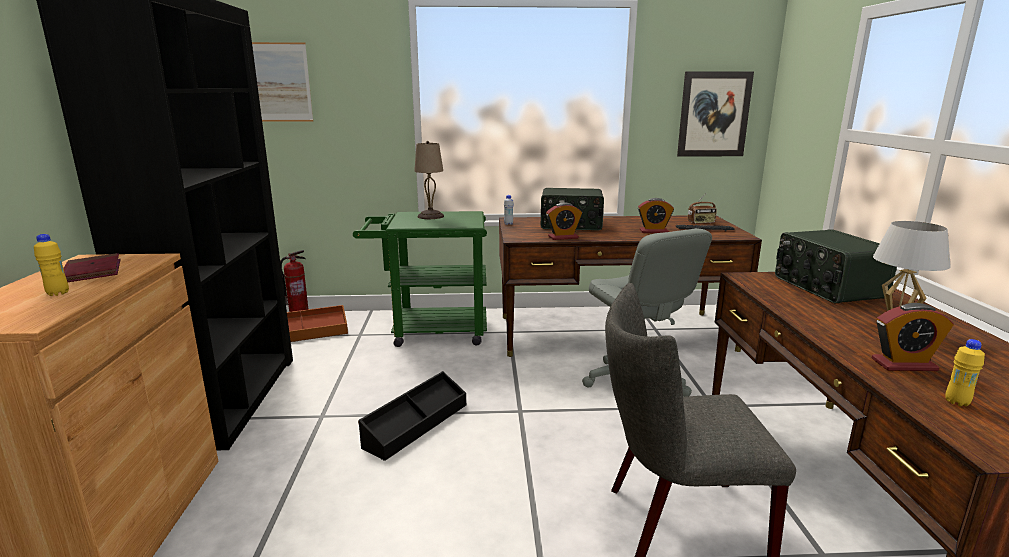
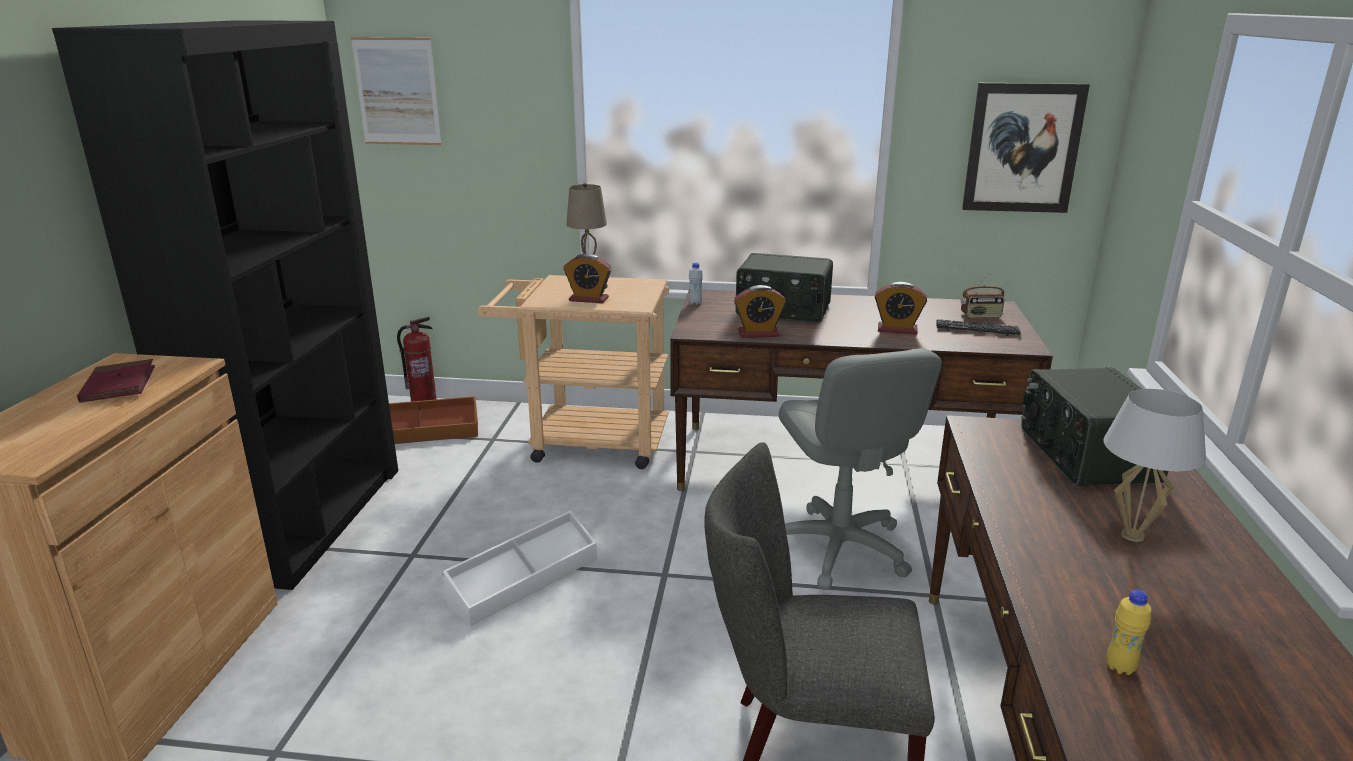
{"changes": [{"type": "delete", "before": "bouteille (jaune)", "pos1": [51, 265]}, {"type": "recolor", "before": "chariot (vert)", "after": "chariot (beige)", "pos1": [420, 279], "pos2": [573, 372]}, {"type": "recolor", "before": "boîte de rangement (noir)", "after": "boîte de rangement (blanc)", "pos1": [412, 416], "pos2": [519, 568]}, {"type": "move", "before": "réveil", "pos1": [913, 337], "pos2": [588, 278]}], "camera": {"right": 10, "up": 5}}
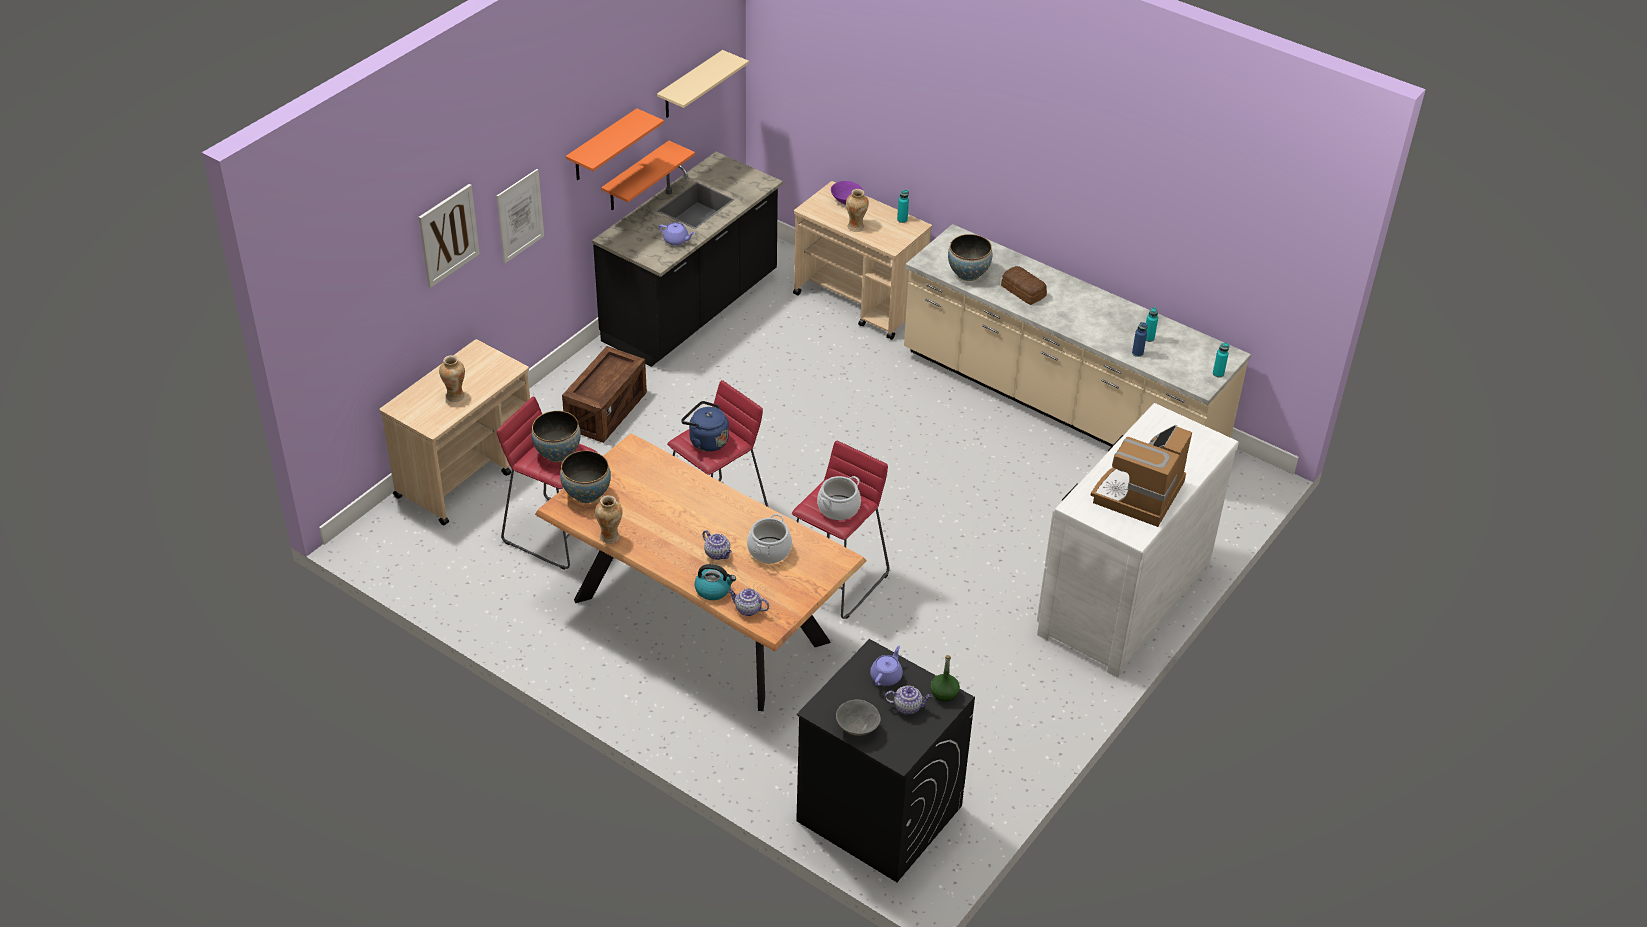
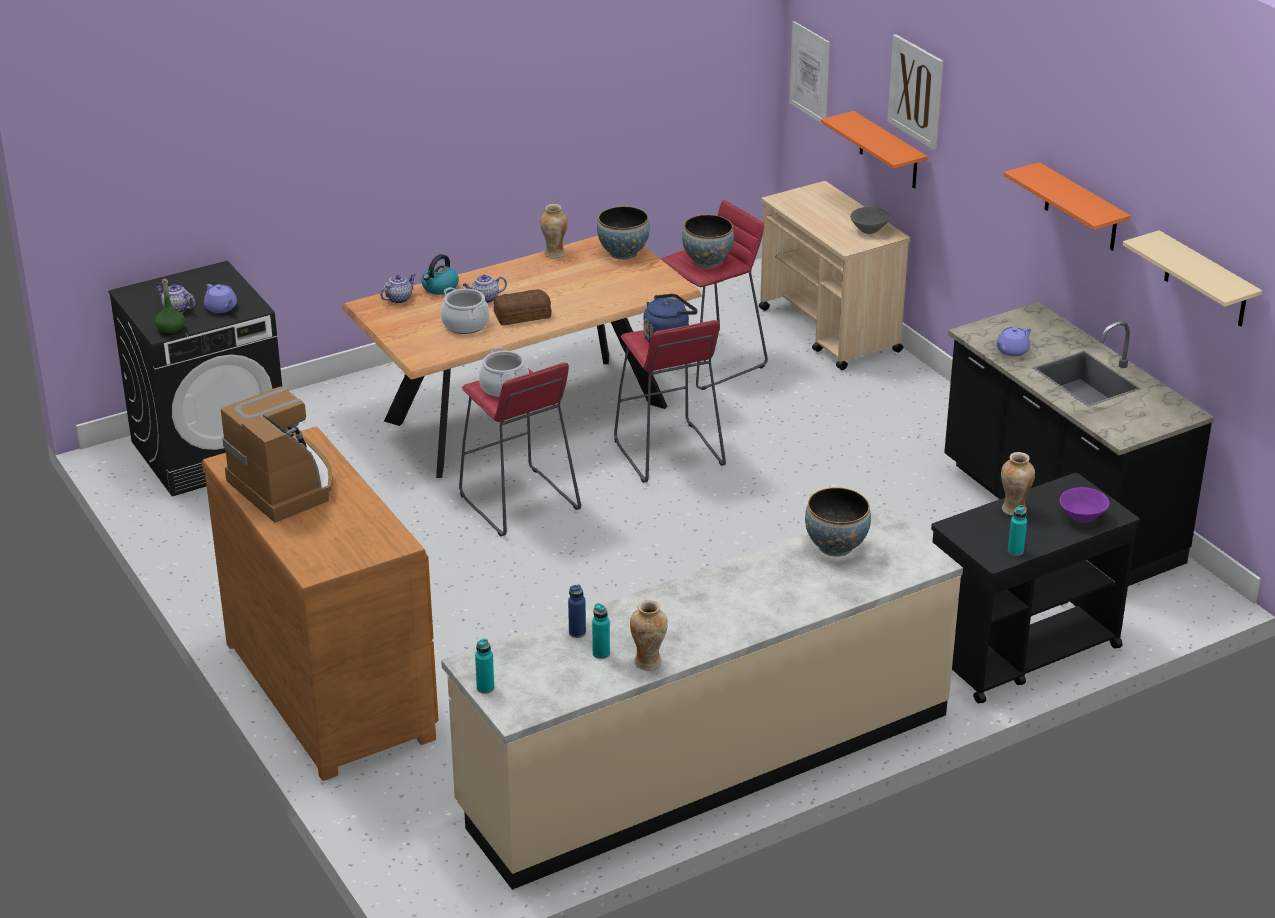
{"changes": [{"type": "move", "before": "vase", "pos1": [452, 378], "pos2": [649, 635]}, {"type": "move", "before": "tableau", "pos1": [520, 216], "pos2": [809, 73]}, {"type": "delete", "before": "caisse", "pos1": [604, 394]}, {"type": "move", "before": "étagère (orange)", "pos1": [648, 175], "pos2": [874, 149]}, {"type": "recolor", "before": "chariot (beige)", "after": "chariot (noir)", "pos1": [862, 260], "pos2": [1035, 588]}, {"type": "move", "before": "bol (gris)", "pos1": [858, 718], "pos2": [870, 220]}, {"type": "rotate", "before": "théière", "pos1": [908, 700], "pos2": [175, 298], "turn": 90}, {"type": "move", "before": "pain", "pos1": [1024, 285], "pos2": [523, 307]}, {"type": "recolor", "before": "commode (blanc)", "after": "commode (marron)", "pos1": [1138, 540], "pos2": [320, 603]}], "camera": {"right": 115, "up": -10}}
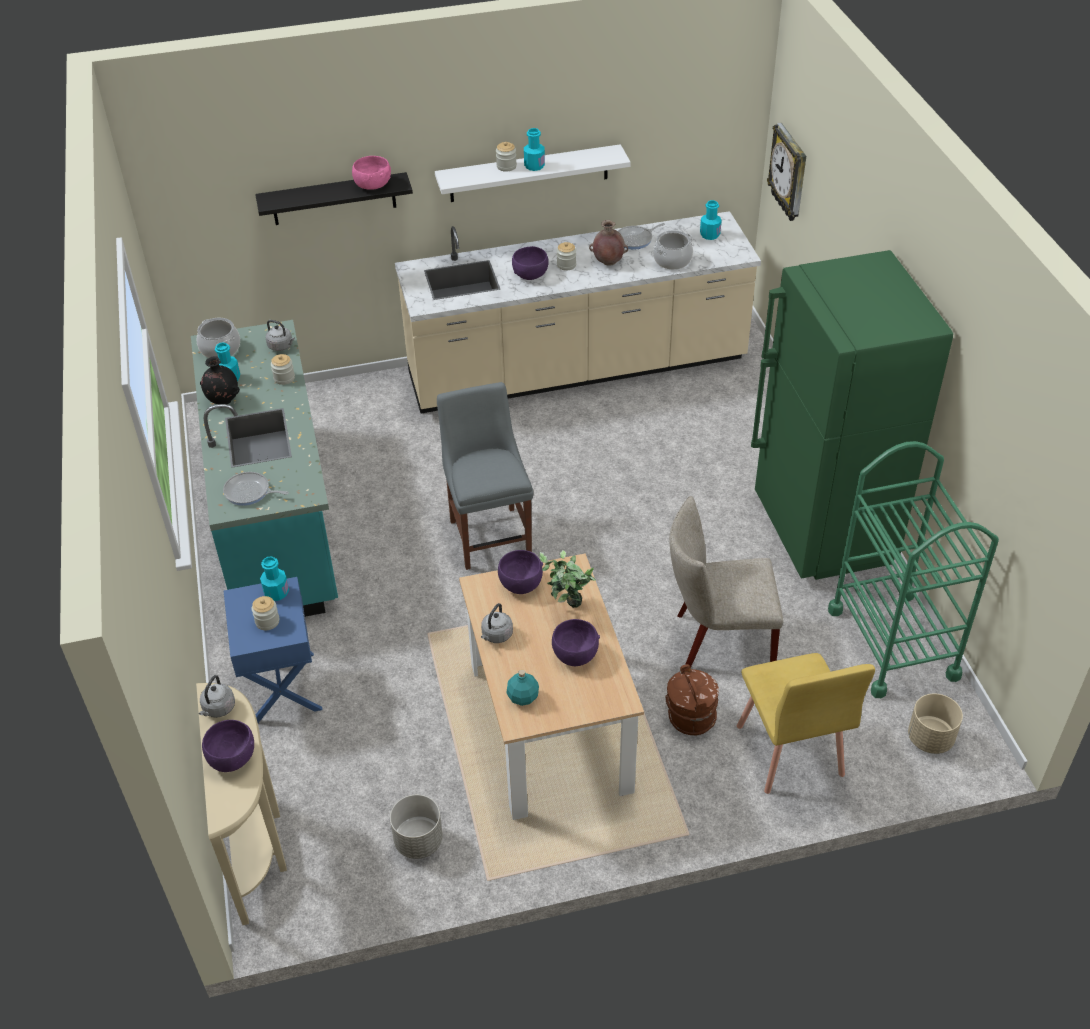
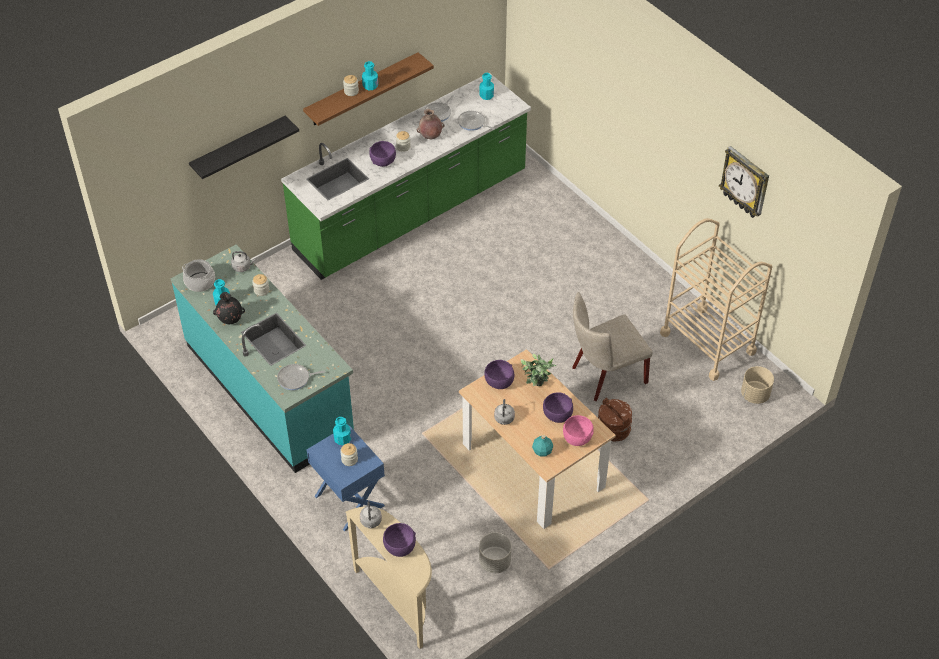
{"changes": [{"type": "move", "before": "bol (rose)", "pos1": [371, 173], "pos2": [578, 430]}, {"type": "recolor", "before": "comptoir de cuisine (beige)", "after": "comptoir de cuisine (vert)", "pos1": [578, 312], "pos2": [406, 177]}, {"type": "recolor", "before": "étagère (blanc)", "after": "étagère (marron)", "pos1": [533, 173], "pos2": [368, 89]}, {"type": "delete", "before": "chaise (gris)", "pos1": [485, 476]}, {"type": "replace", "before": "marmite", "after": "poêle", "pos1": [673, 250], "pos2": [476, 121]}, {"type": "delete", "before": "chaise (jaune)", "pos1": [806, 723]}, {"type": "delete", "before": "réfrigérateur (vert)", "pos1": [852, 415]}, {"type": "move", "before": "horloge murale", "pos1": [786, 172], "pos2": [744, 182]}, {"type": "recolor", "before": "chariot (vert)", "after": "chariot (beige)", "pos1": [913, 569], "pos2": [716, 299]}], "camera": {"right": -25, "up": 5}}
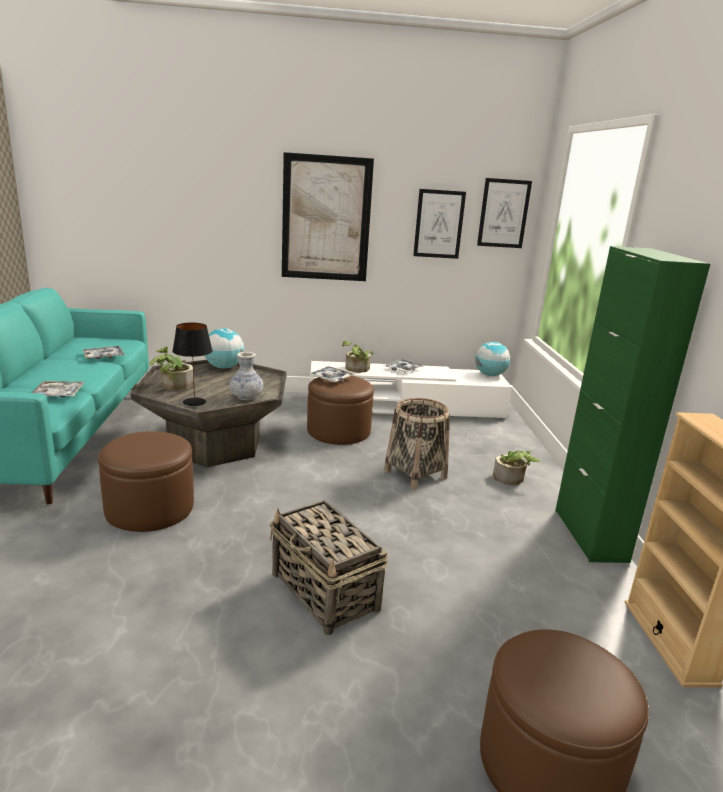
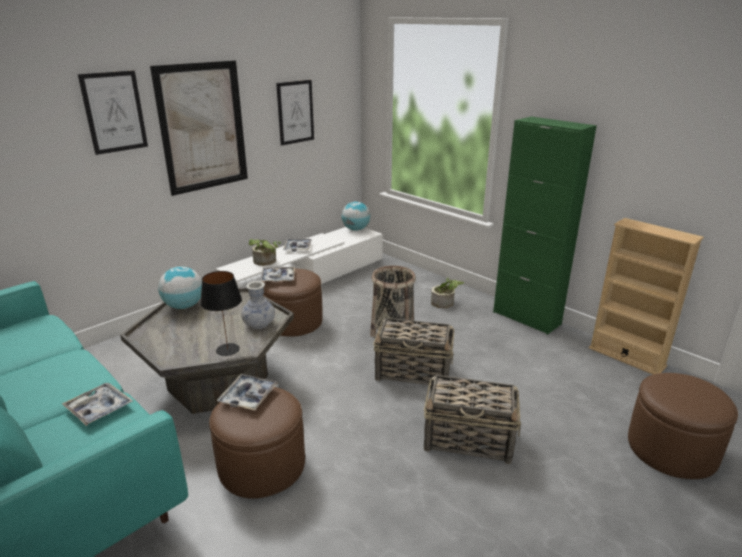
{"changes": [{"type": "move", "before": "plateau", "pos1": [104, 352], "pos2": [247, 392]}, {"type": "delete", "before": "plante en pot", "pos1": [171, 369]}, {"type": "move", "before": "tableau", "pos1": [504, 213], "pos2": [113, 113]}, {"type": "insert", "after": "panier", "pos2": [413, 351]}], "camera": {"right": -40, "up": 5}}
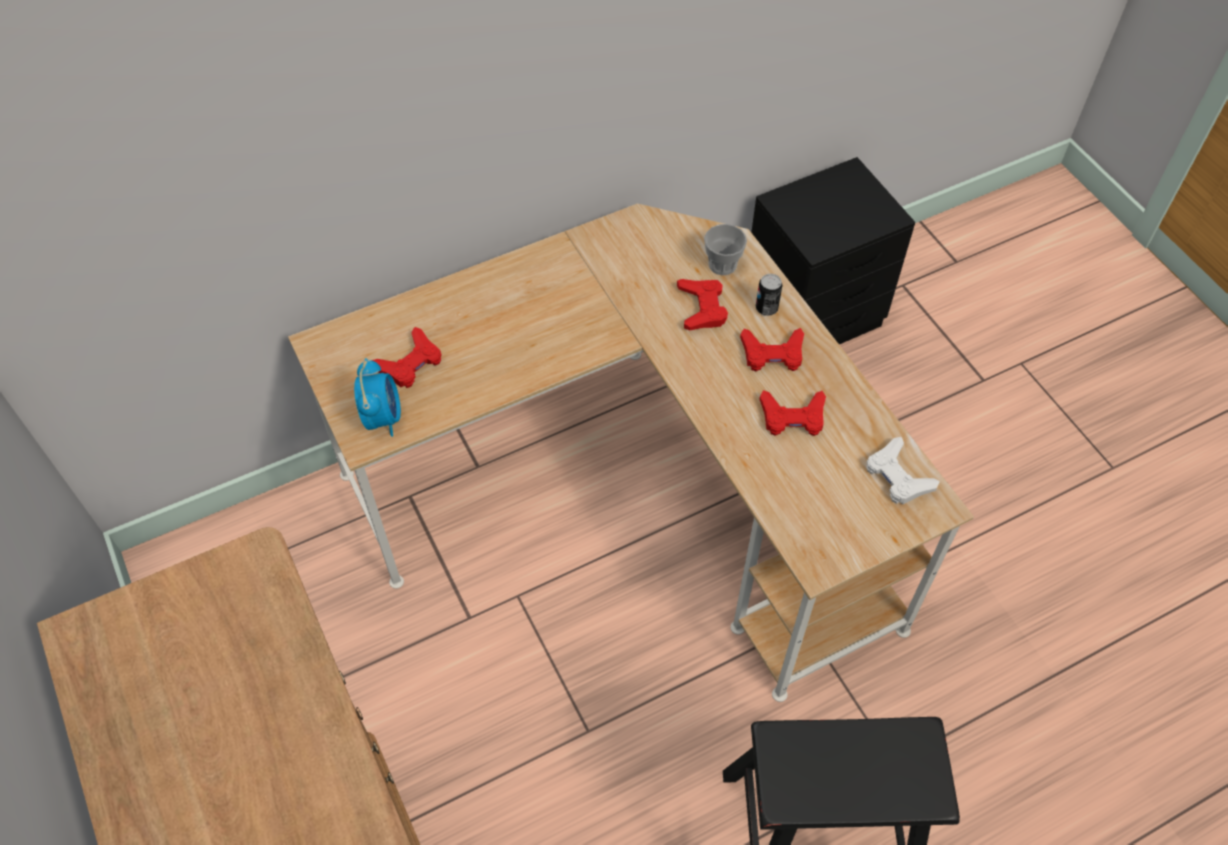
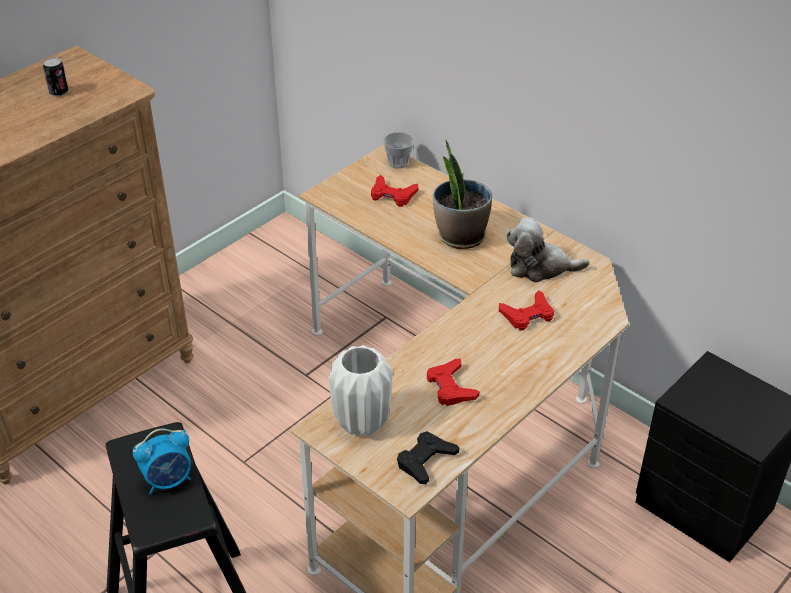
{"changes": [{"type": "move", "before": "réveil", "pos1": [377, 397], "pos2": [162, 462]}, {"type": "move", "before": "tasse", "pos1": [725, 249], "pos2": [398, 150]}, {"type": "delete", "before": "manette (rouge)", "pos1": [772, 349]}, {"type": "move", "before": "boîte métallique", "pos1": [769, 295], "pos2": [55, 77]}, {"type": "recolor", "before": "manette (blanc)", "after": "manette (noir)", "pos1": [903, 470], "pos2": [428, 457]}, {"type": "insert", "after": "vase (blanc)", "pos2": [360, 391]}, {"type": "insert", "after": "plante en pot", "pos2": [462, 194]}, {"type": "insert", "after": "peluche", "pos2": [548, 249]}], "camera": {"right": 70, "up": -15}}
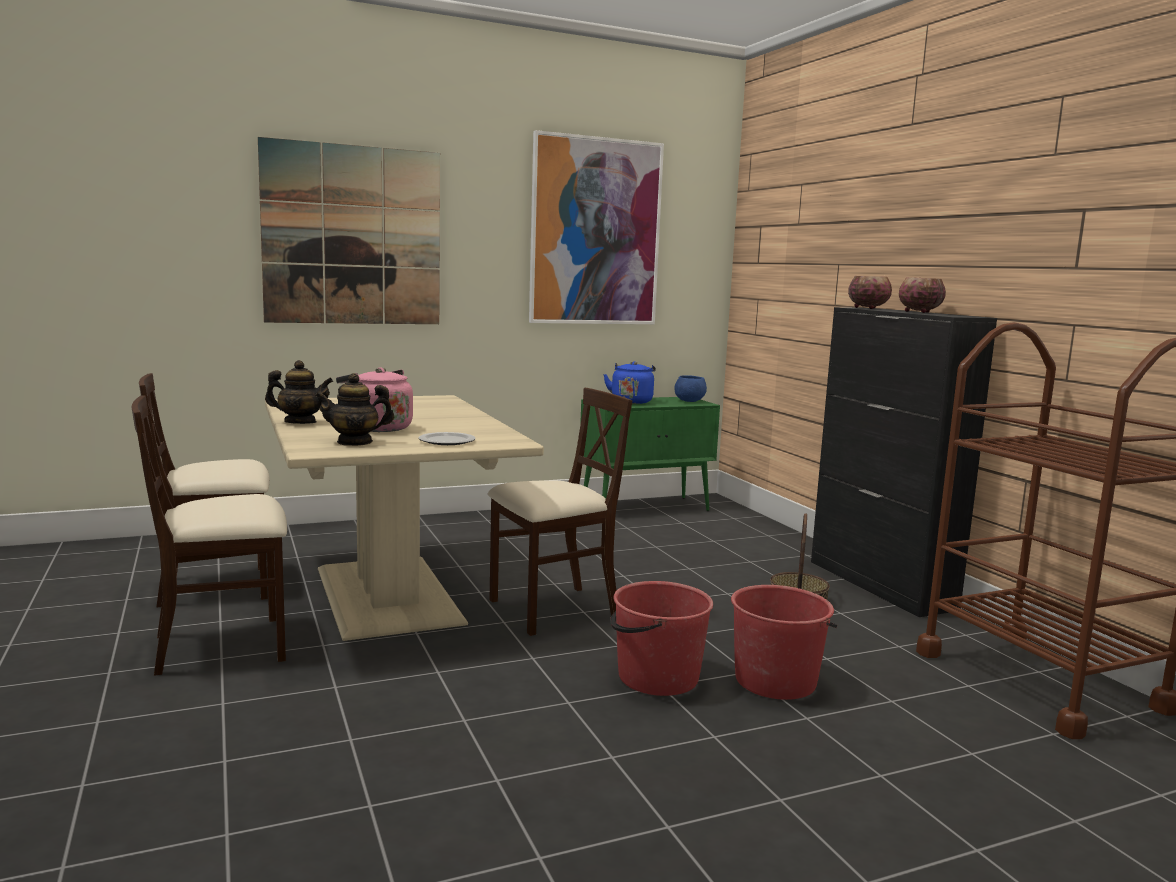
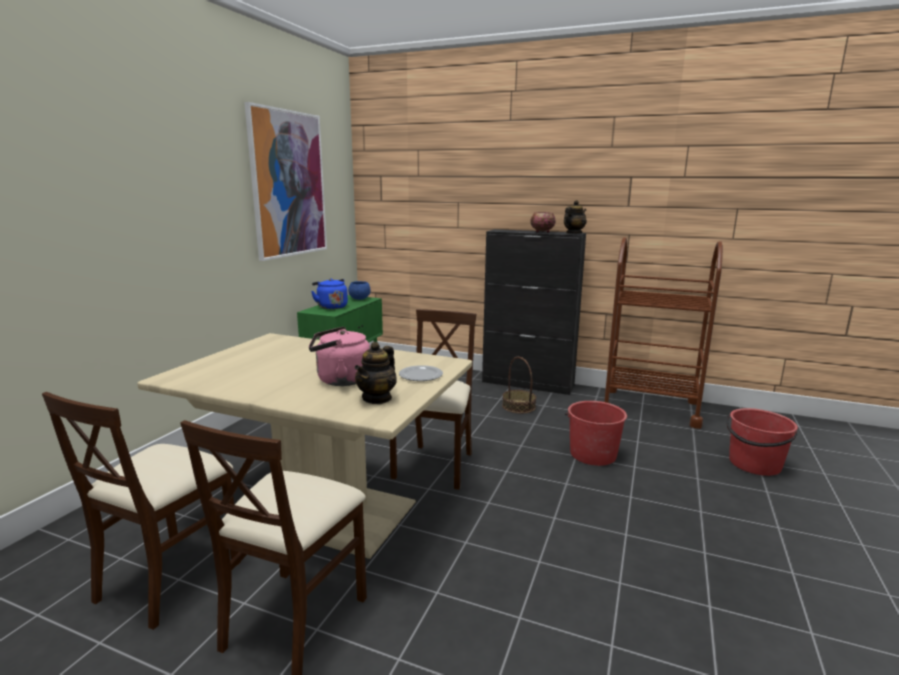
{"changes": [{"type": "delete", "before": "tableau", "pos1": [349, 230]}, {"type": "move", "before": "théière", "pos1": [299, 392], "pos2": [575, 217]}, {"type": "move", "before": "seau (rouge)", "pos1": [661, 638], "pos2": [762, 442]}, {"type": "delete", "before": "bol", "pos1": [870, 292]}], "camera": {"right": -45, "up": 5}}
